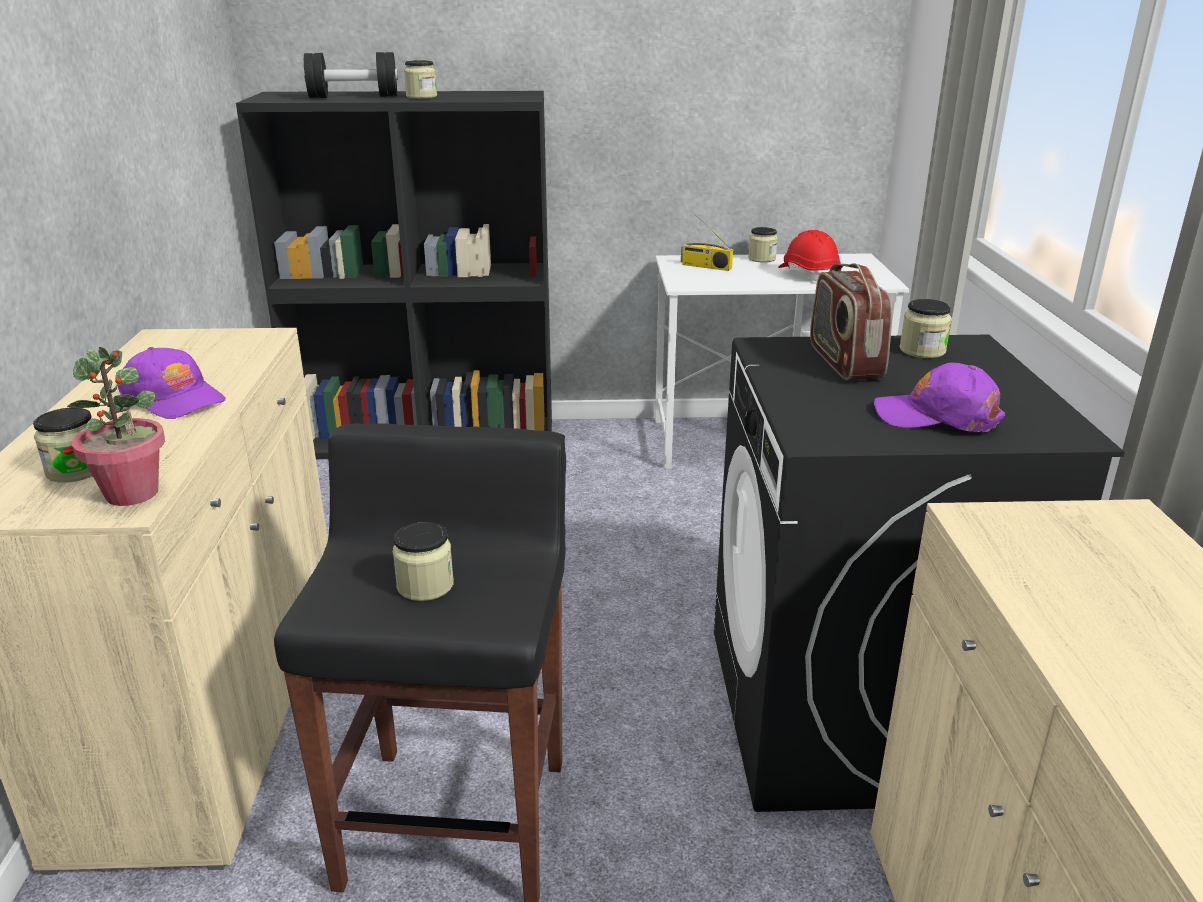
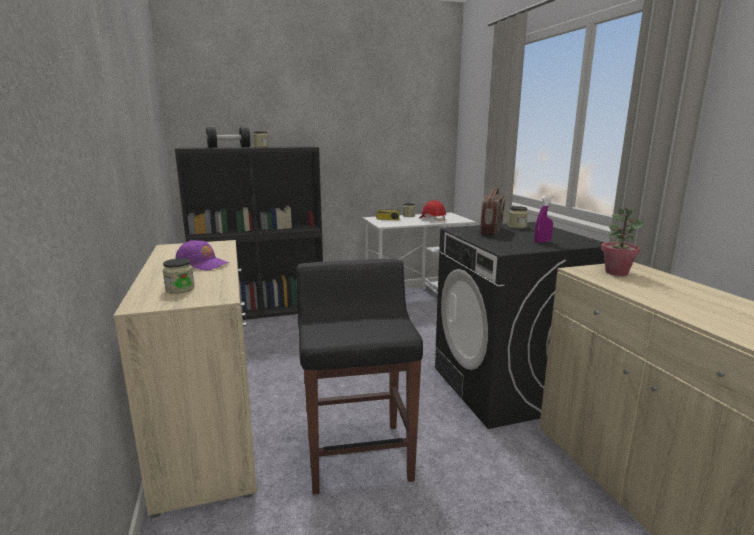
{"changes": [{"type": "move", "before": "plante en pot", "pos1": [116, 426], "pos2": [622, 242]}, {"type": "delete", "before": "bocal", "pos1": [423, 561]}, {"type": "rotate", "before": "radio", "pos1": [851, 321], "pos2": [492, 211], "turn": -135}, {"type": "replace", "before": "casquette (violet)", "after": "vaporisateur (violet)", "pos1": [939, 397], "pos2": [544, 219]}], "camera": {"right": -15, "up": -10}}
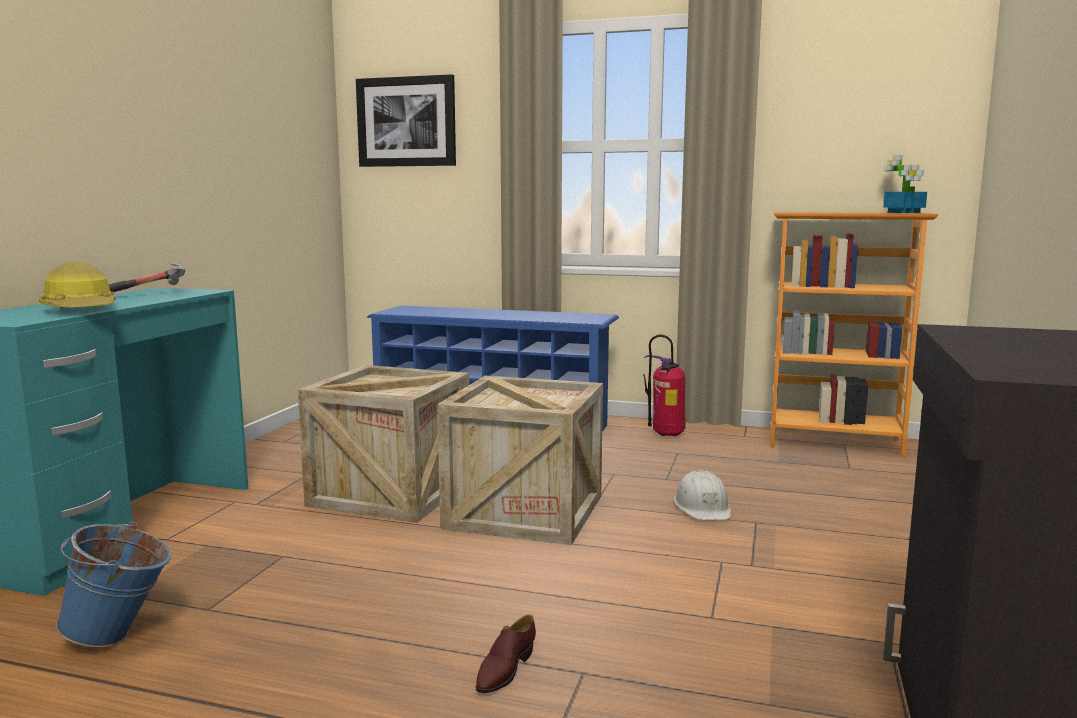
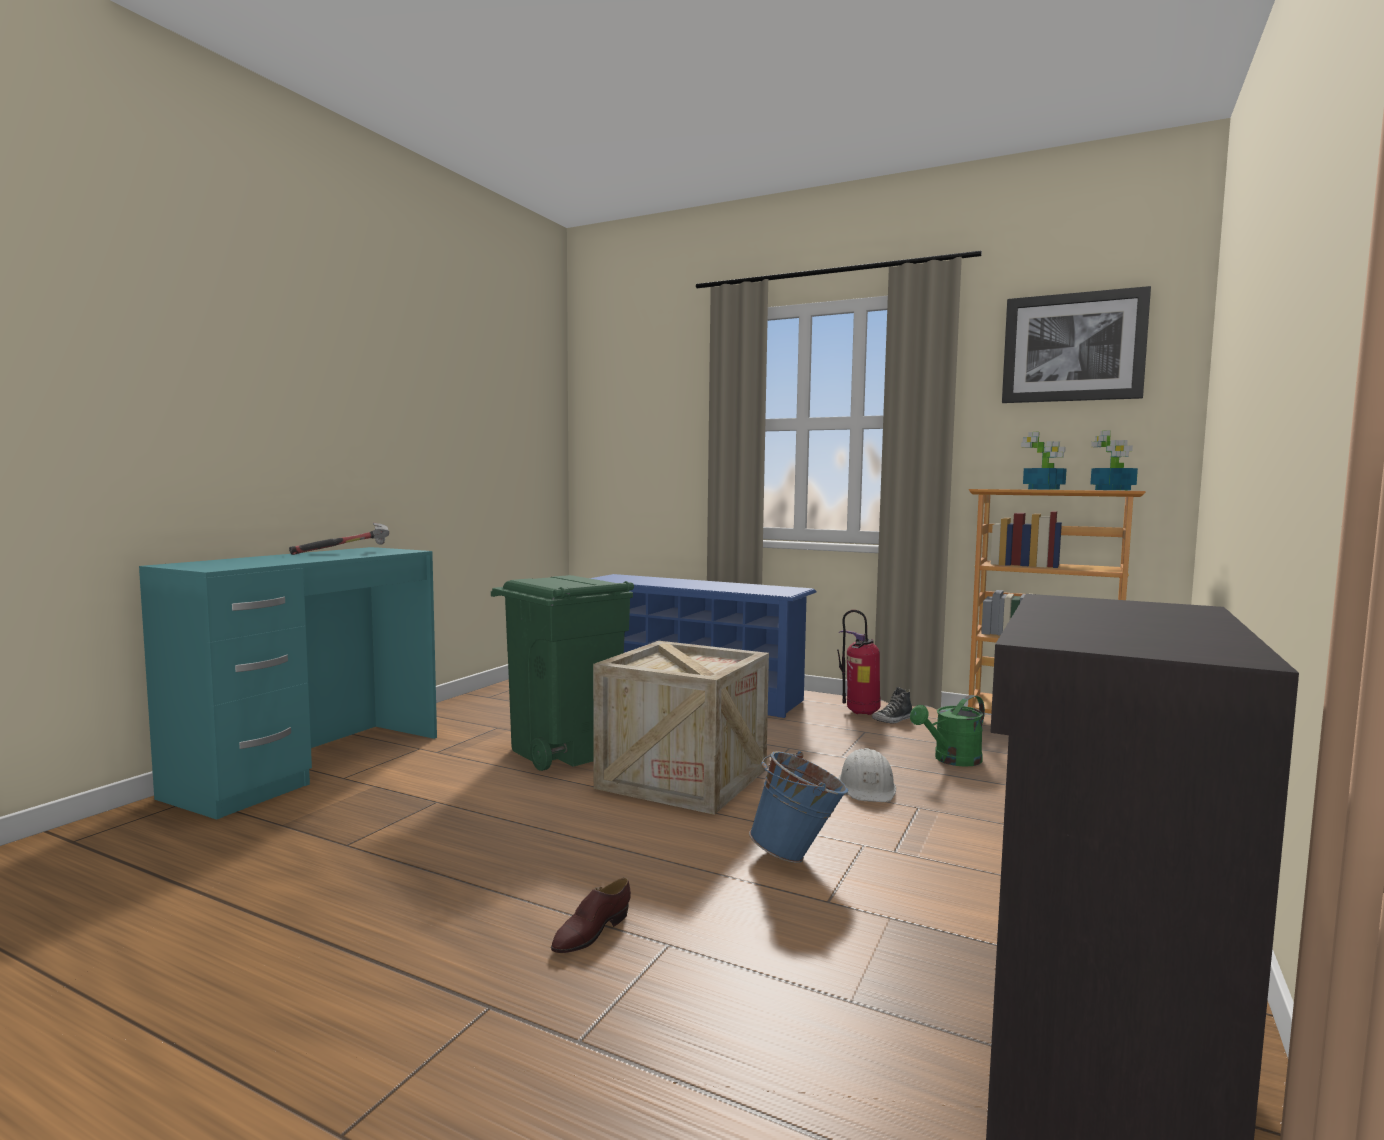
{"changes": [{"type": "delete", "before": "casque de chantier", "pos1": [77, 284]}, {"type": "move", "before": "seau (bleu)", "pos1": [113, 584], "pos2": [798, 807]}, {"type": "replace", "before": "caisse", "after": "poubelle (vert)", "pos1": [383, 444], "pos2": [562, 673]}, {"type": "move", "before": "tableau", "pos1": [406, 120], "pos2": [1076, 344]}, {"type": "insert", "after": "chaussure", "pos2": [892, 705]}, {"type": "insert", "after": "arrosoir (vert)", "pos2": [947, 731]}, {"type": "insert", "after": "plante en pot", "pos2": [1044, 461]}], "camera": {"right": 10, "up": -5}}
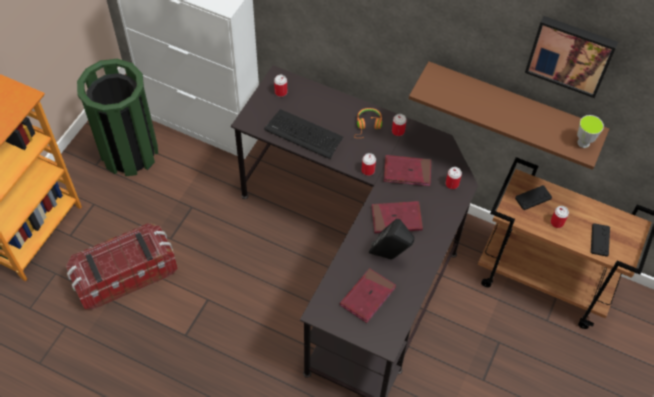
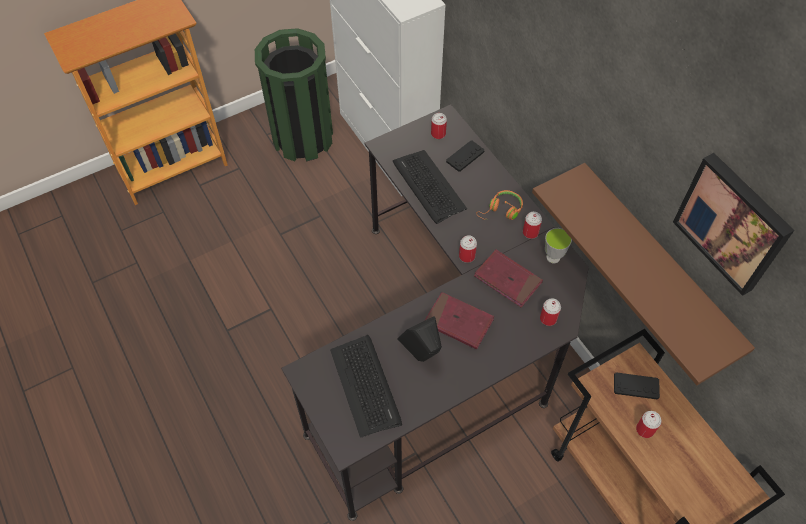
{"changes": [{"type": "delete", "before": "boîte de rangement", "pos1": [122, 266]}, {"type": "replace", "before": "livre (rouge)", "after": "clavier", "pos1": [368, 295], "pos2": [366, 386]}, {"type": "move", "before": "tasse", "pos1": [590, 131], "pos2": [558, 245]}, {"type": "move", "before": "manette (noir)", "pos1": [600, 240], "pos2": [465, 156]}], "camera": {"right": 35, "up": 0}}
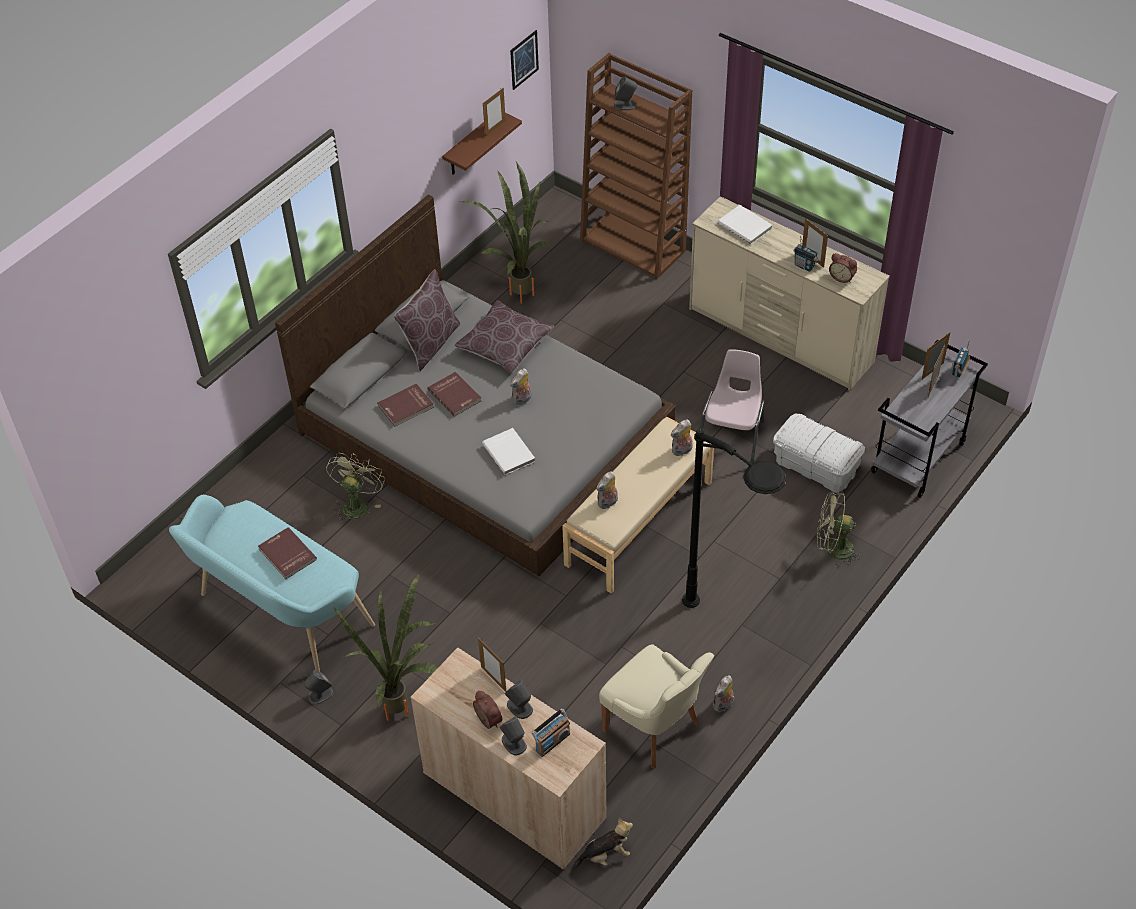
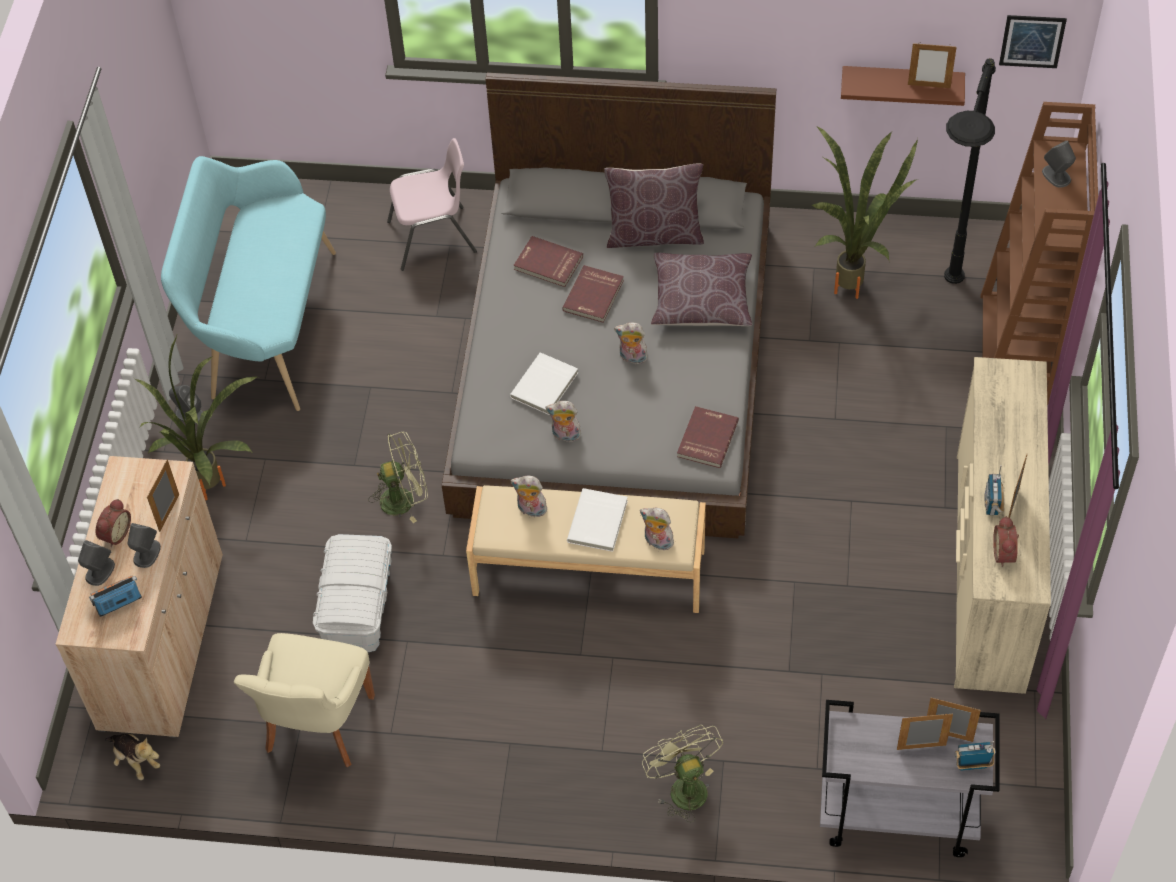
{"changes": [{"type": "move", "before": "livre (rouge)", "pos1": [287, 553], "pos2": [708, 437]}, {"type": "move", "before": "ventilateur (vert)", "pos1": [355, 488], "pos2": [398, 477]}, {"type": "rotate", "before": "radio", "pos1": [551, 732], "pos2": [115, 596], "turn": 135}, {"type": "move", "before": "lampadaire (noir)", "pos1": [734, 518], "pos2": [970, 171]}, {"type": "move", "before": "chaise (rose)", "pos1": [733, 406], "pos2": [432, 204]}, {"type": "move", "before": "peluche", "pos1": [723, 694], "pos2": [564, 421]}, {"type": "move", "before": "livre (blanc)", "pos1": [745, 225], "pos2": [597, 520]}, {"type": "move", "before": "boîte de rangement (blanc)", "pos1": [819, 453], "pos2": [352, 593]}], "camera": {"right": 60, "up": 5}}
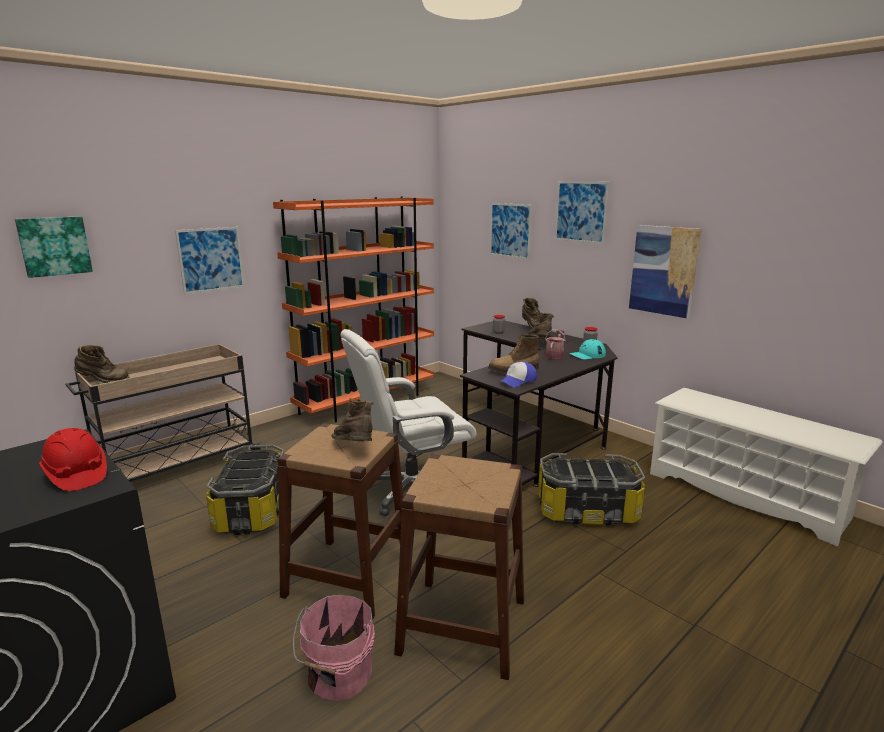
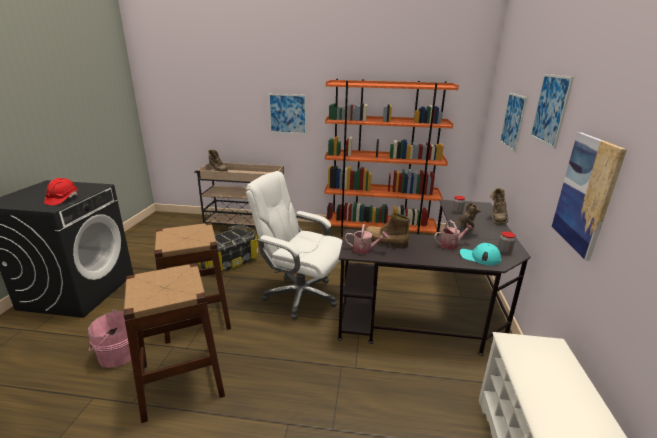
{"changes": [{"type": "delete", "before": "tableau", "pos1": [54, 247]}, {"type": "delete", "before": "botte (marron)", "pos1": [352, 420]}, {"type": "replace", "before": "casquette", "after": "arrosoir", "pos1": [518, 374], "pos2": [367, 239]}, {"type": "delete", "before": "boîte de rangement", "pos1": [591, 489]}], "camera": {"right": 50, "up": 5}}
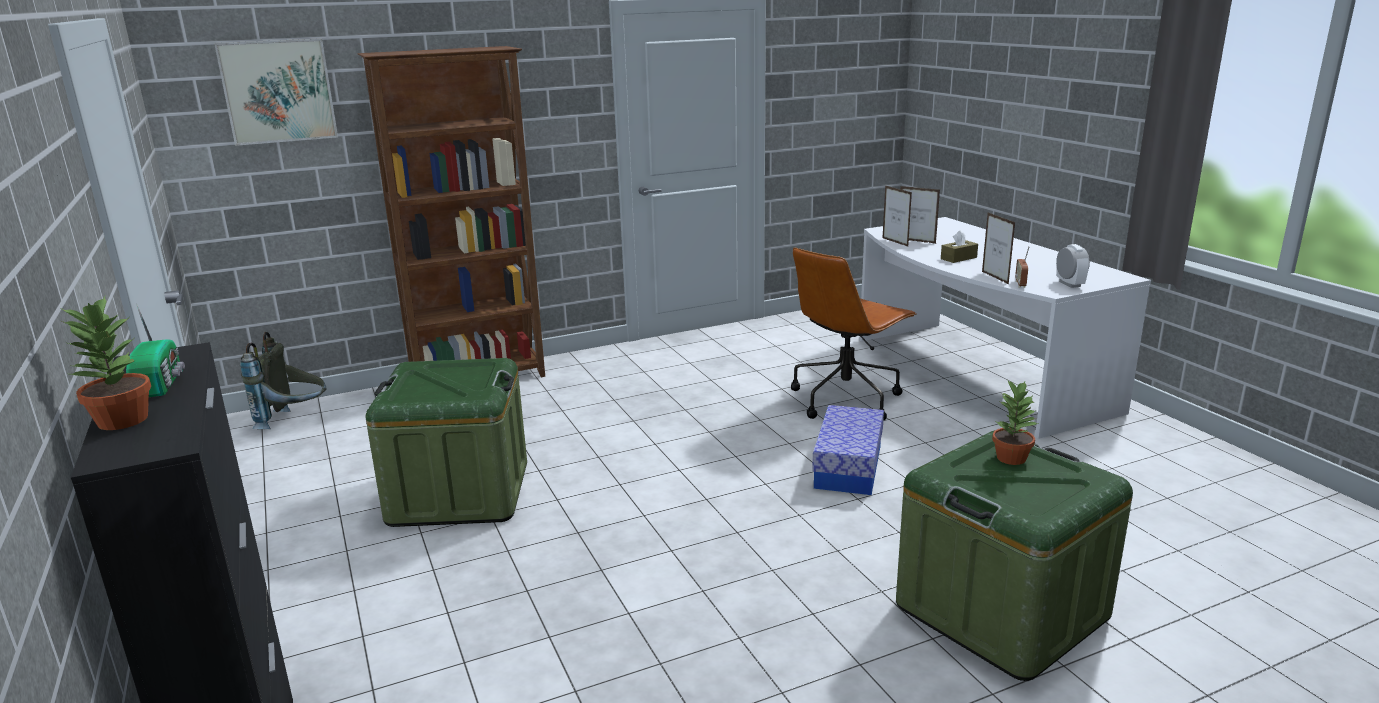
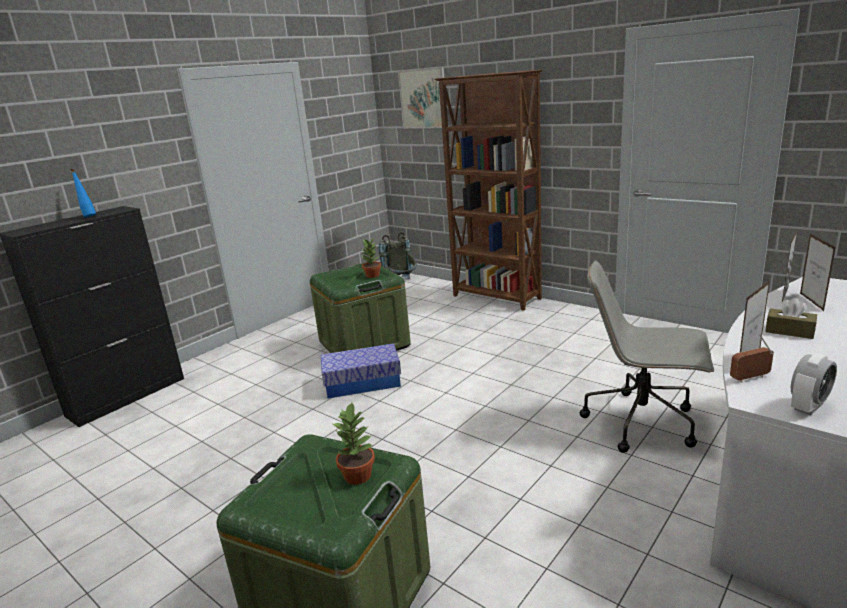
{"changes": [{"type": "move", "before": "plante en pot", "pos1": [106, 363], "pos2": [371, 258]}, {"type": "replace", "before": "radio", "after": "bouteille (bleu)", "pos1": [155, 350], "pos2": [83, 193]}, {"type": "recolor", "before": "chaise de bureau (marron)", "after": "chaise de bureau (gris)", "pos1": [854, 334], "pos2": [647, 357]}, {"type": "move", "before": "boîte de rangement", "pos1": [848, 450], "pos2": [361, 371]}], "camera": {"right": 65, "up": 0}}
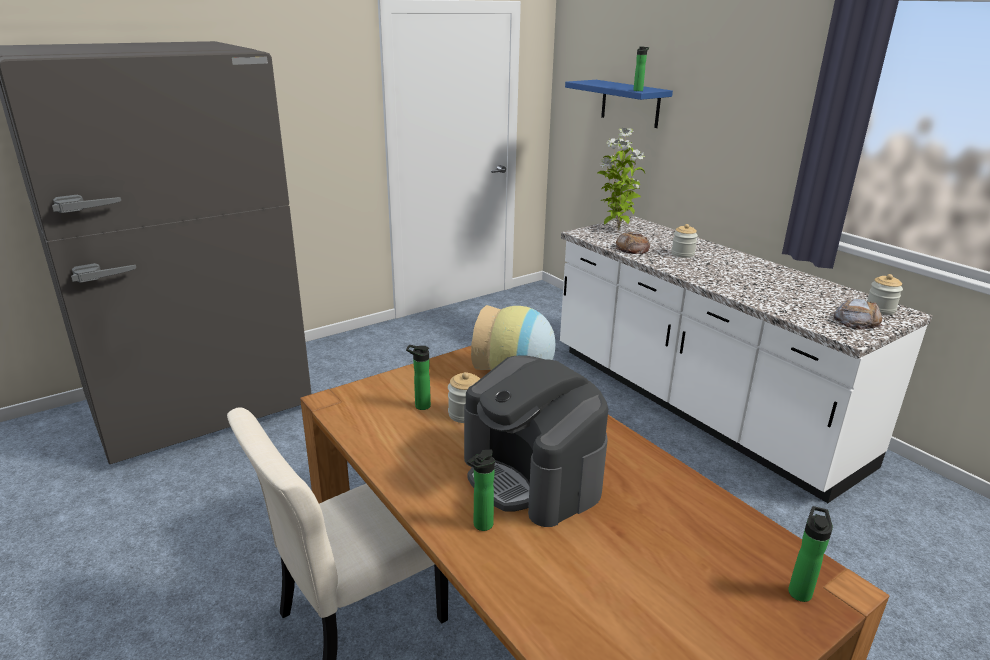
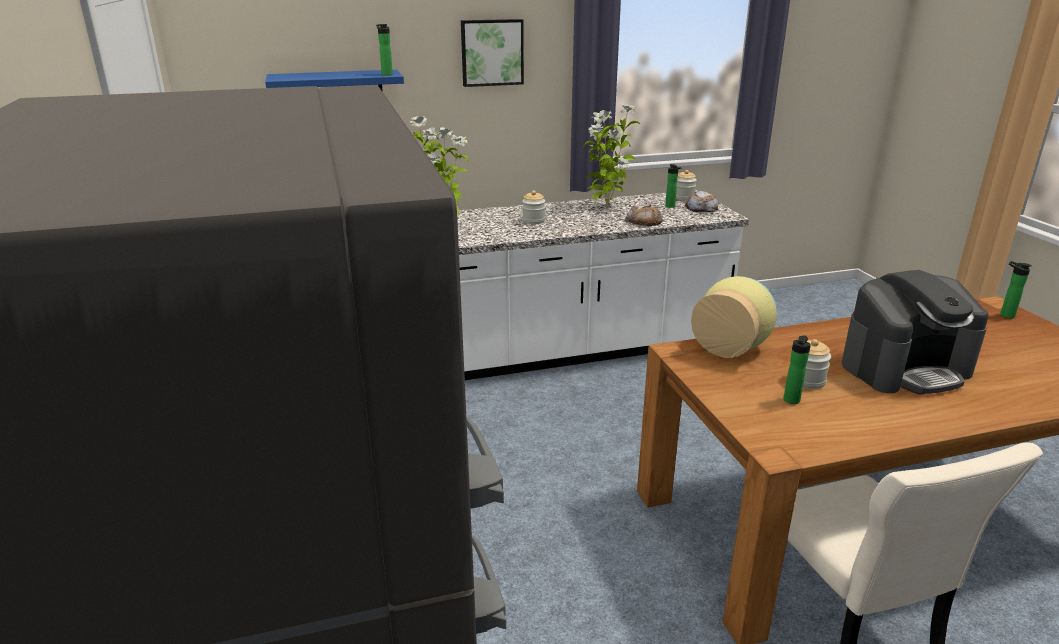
{"changes": [{"type": "move", "before": "bouteille", "pos1": [481, 490], "pos2": [673, 186]}, {"type": "move", "before": "pain", "pos1": [632, 243], "pos2": [644, 215]}, {"type": "insert", "after": "tableau", "pos2": [492, 53]}, {"type": "insert", "after": "plante en pot", "pos2": [611, 155]}], "camera": {"right": -70, "up": 0}}
